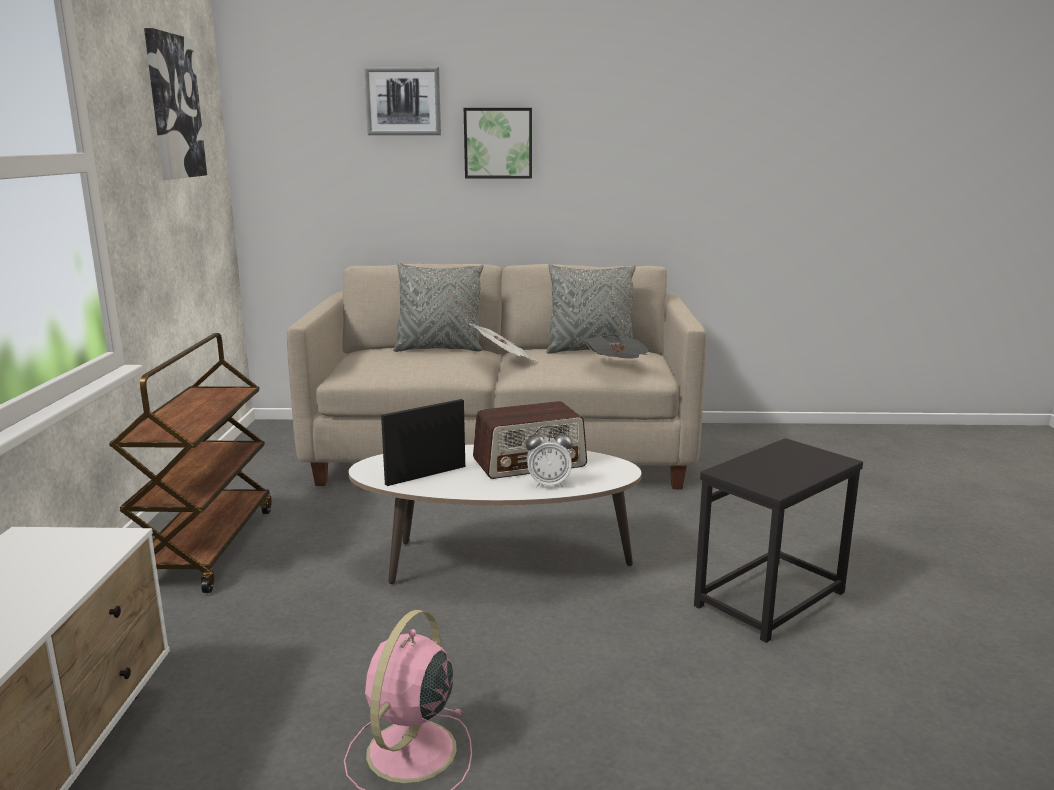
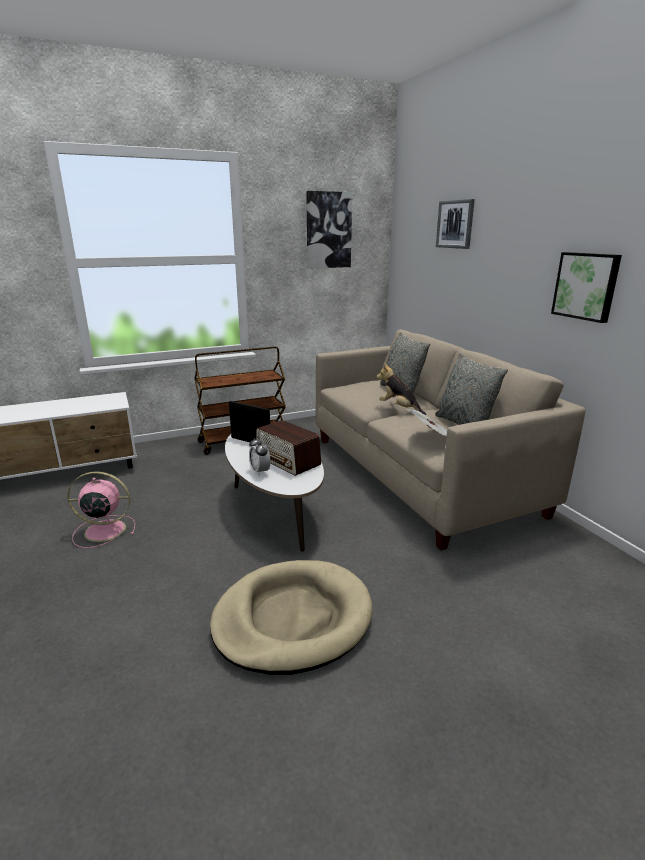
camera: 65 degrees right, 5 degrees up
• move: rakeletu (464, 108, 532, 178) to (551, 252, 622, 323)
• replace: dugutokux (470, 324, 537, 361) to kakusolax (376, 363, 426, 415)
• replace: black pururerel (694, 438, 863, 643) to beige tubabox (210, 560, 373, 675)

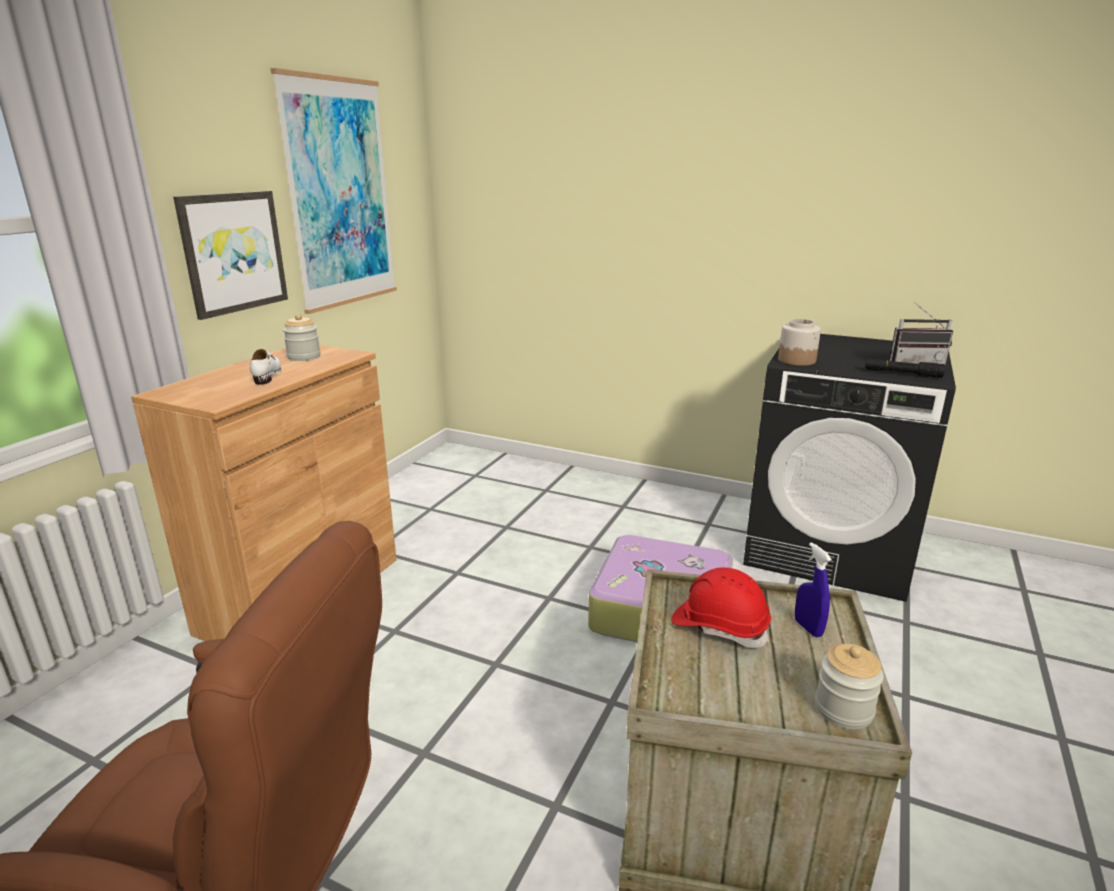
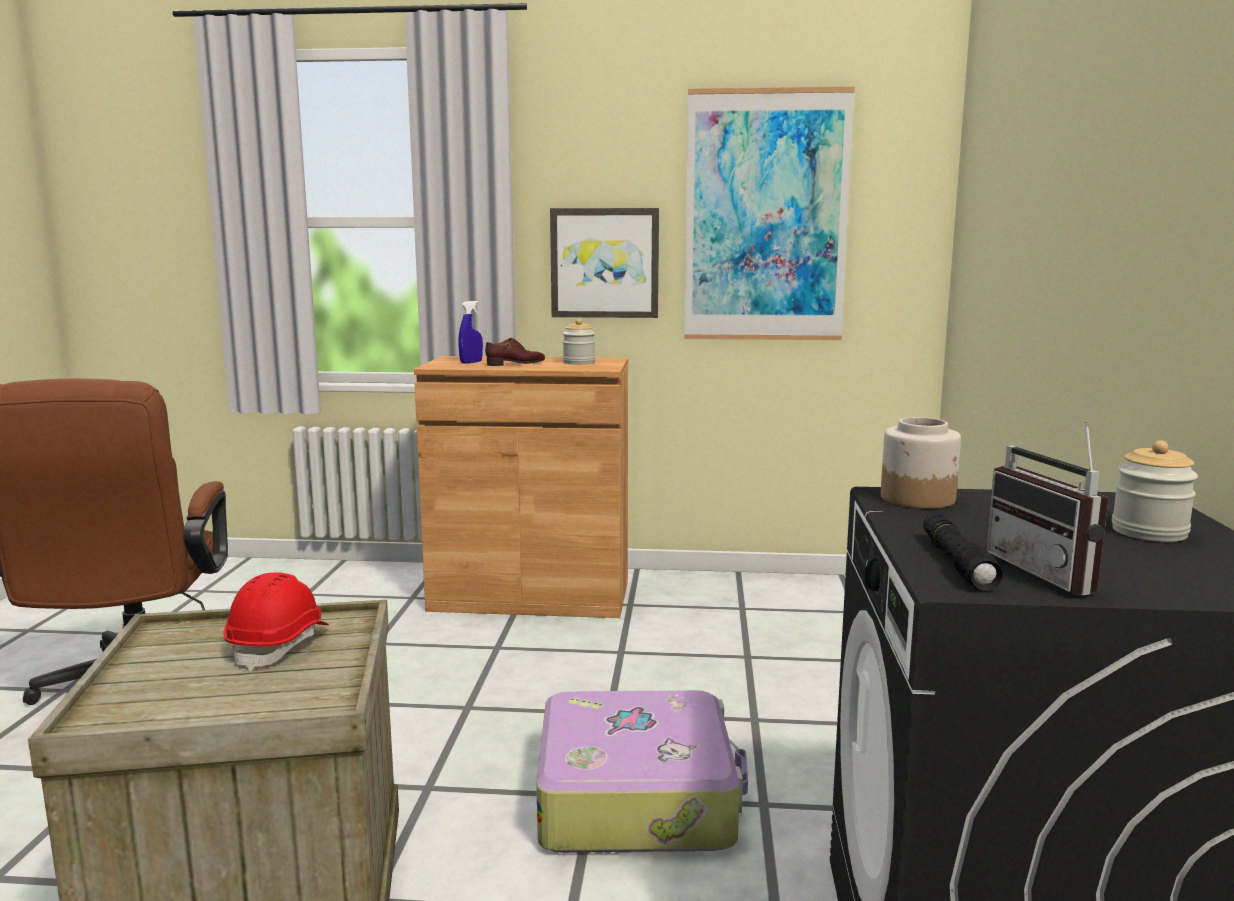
camera: 70 degrees right, 10 degrees down
• recolor: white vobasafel (250, 349, 282, 385) to brown vobasafel (485, 338, 545, 366)
• move: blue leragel (795, 542, 832, 638) to (458, 301, 483, 363)
• move: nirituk (815, 644, 884, 729) to (1112, 440, 1198, 542)

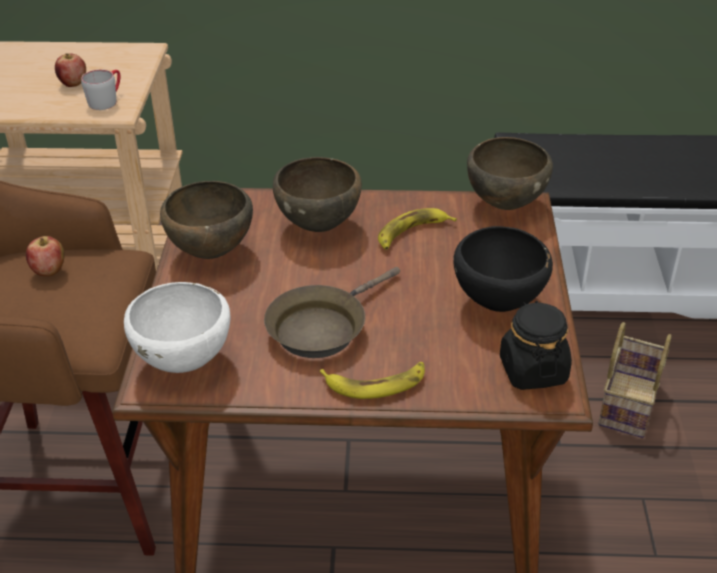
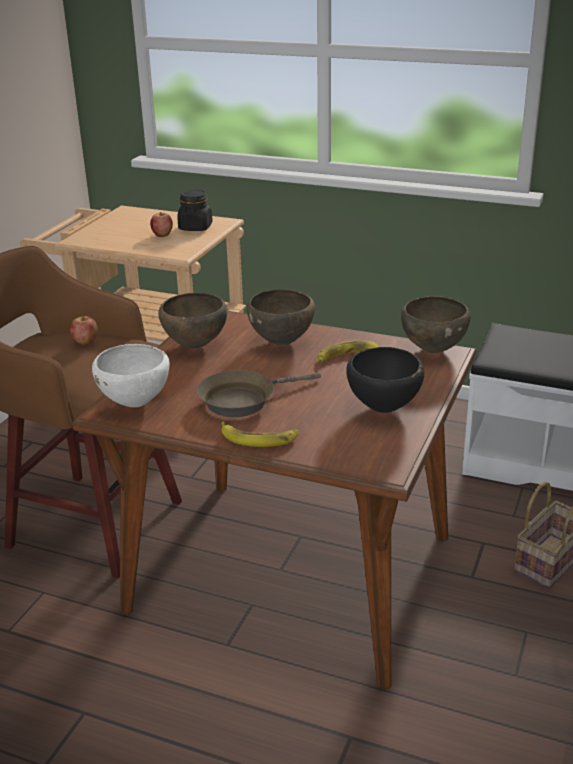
camera: 20 degrees right, 10 degrees down
• delete: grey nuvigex (81, 69, 120, 110)
• move: black nirituk (500, 301, 572, 390) to (177, 190, 213, 231)

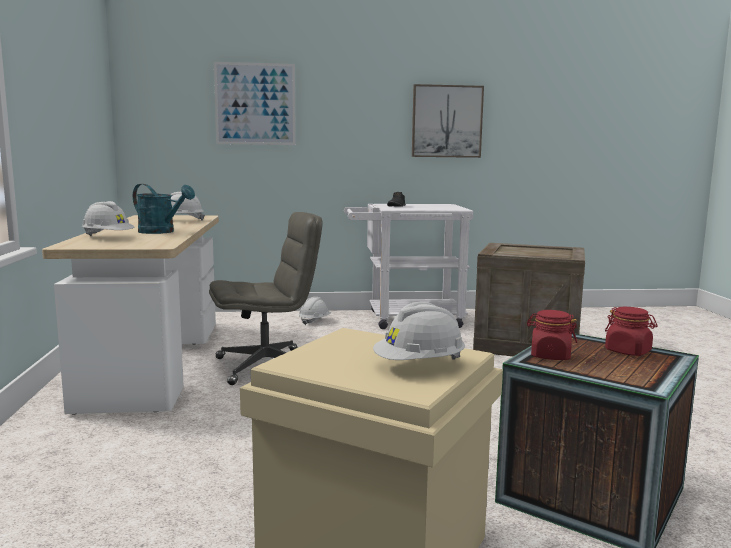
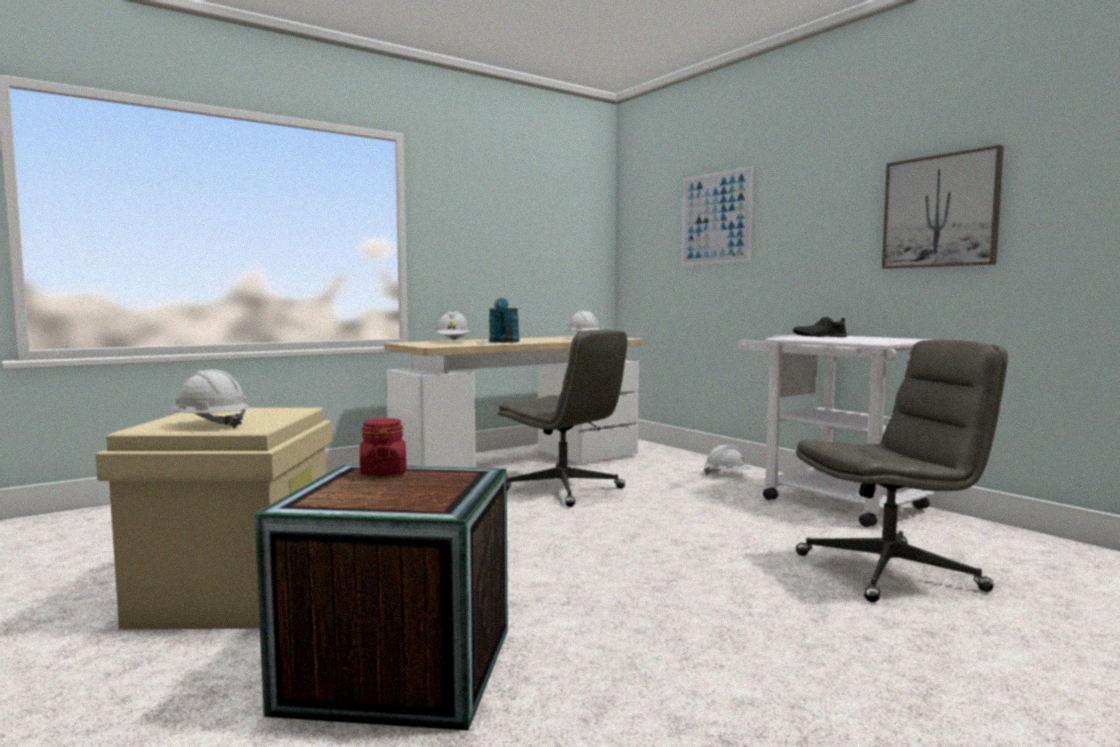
camera: 60 degrees right, 5 degrees down
• replace: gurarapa (473, 243, 585, 356) to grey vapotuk (796, 340, 1008, 602)
• delete: red nirituk (605, 307, 658, 356)

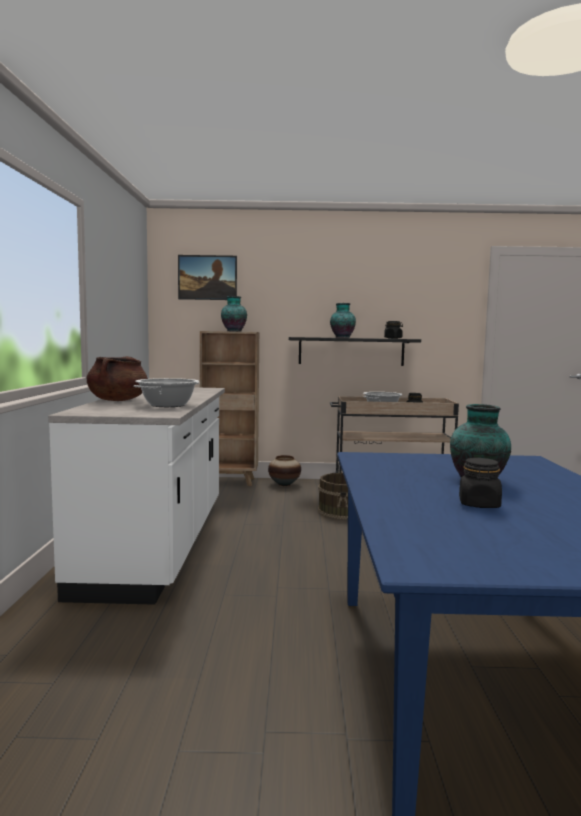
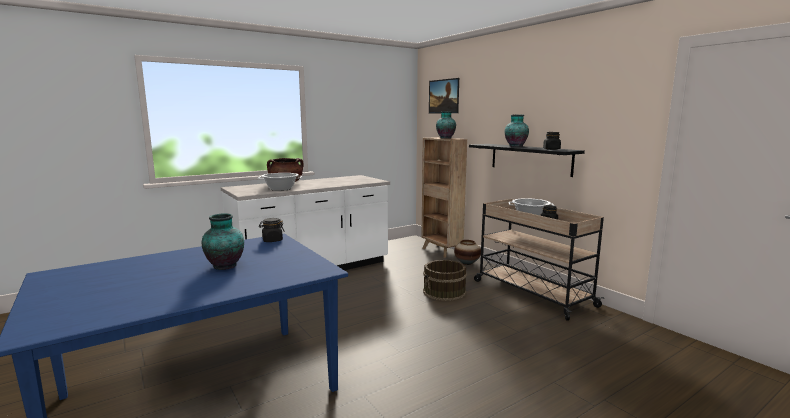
camera: 55 degrees right, 5 degrees up
• move: black nirituk (459, 458, 502, 508) to (259, 218, 284, 242)

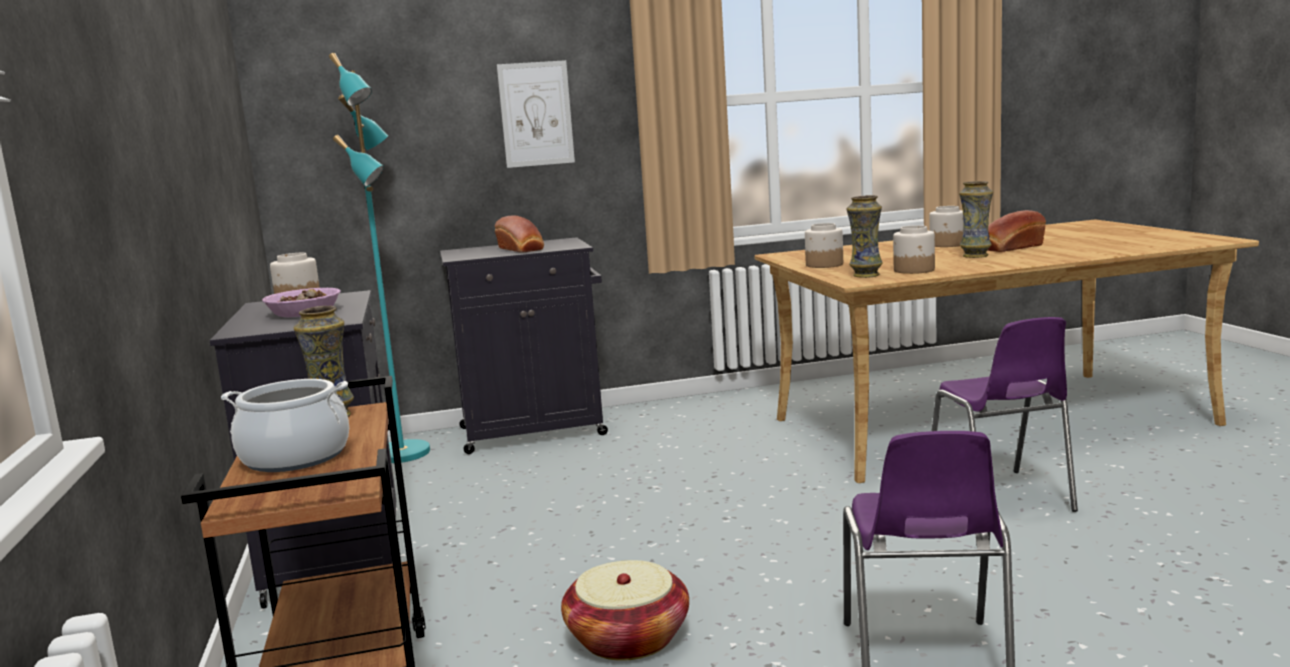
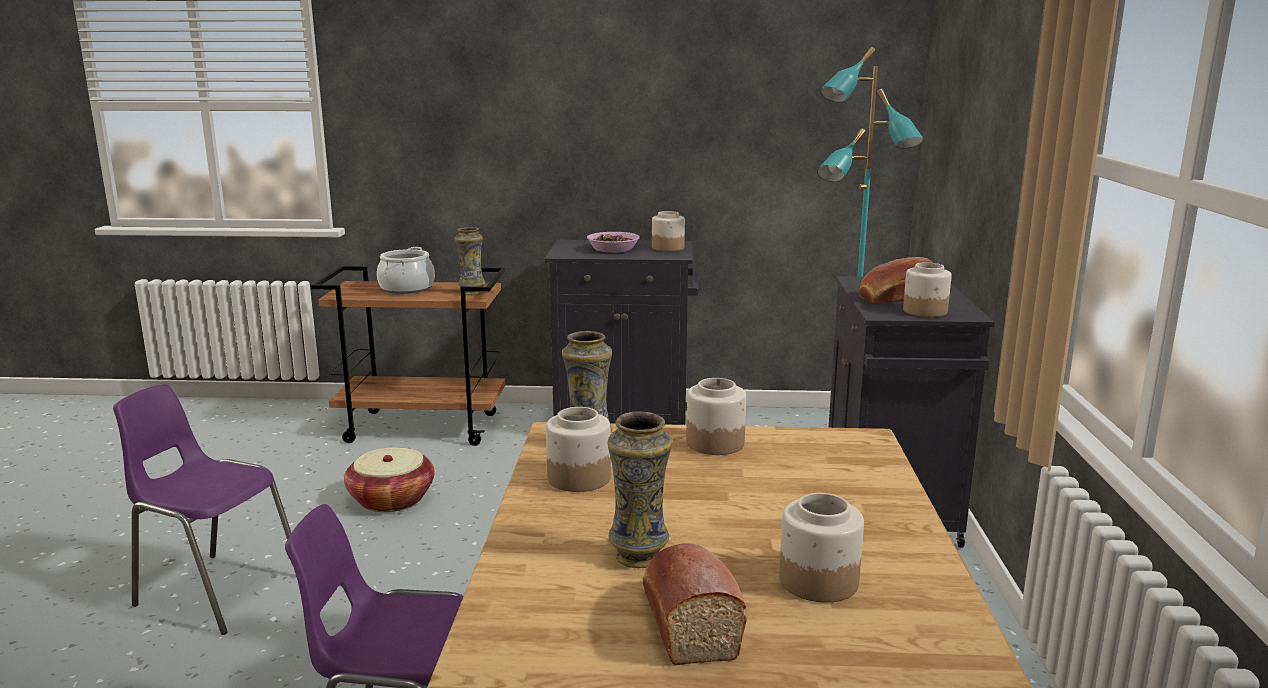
camera: 105 degrees right, 5 degrees up
• delete: rakeletu (497, 60, 575, 168)
• insert: nirituk (903, 263, 952, 317)

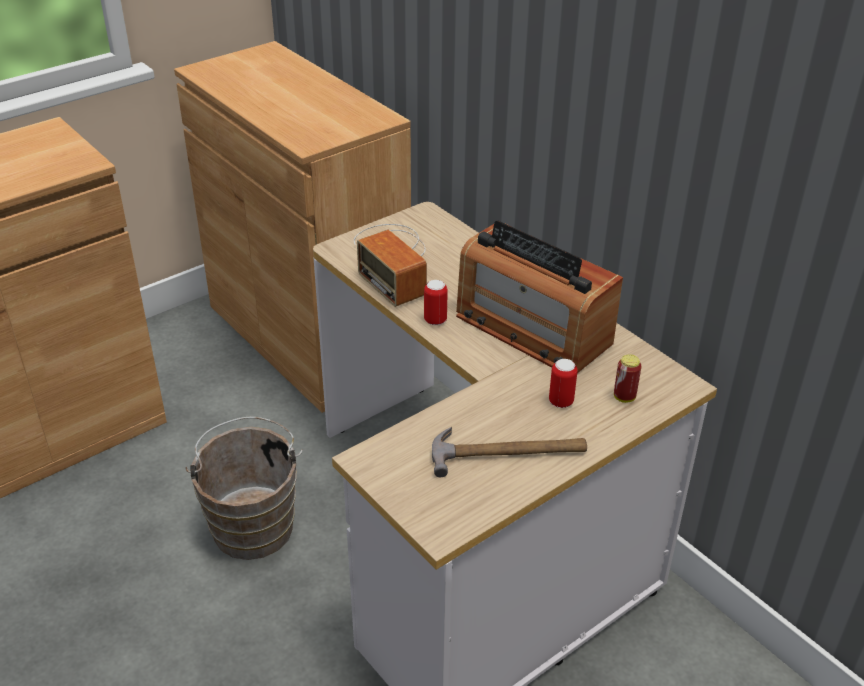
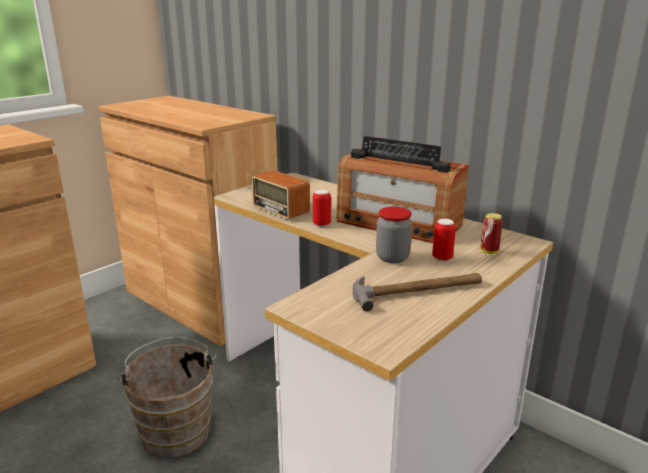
camera: 10 degrees left, 15 degrees down
• insert: nirituk (376, 207, 412, 263)

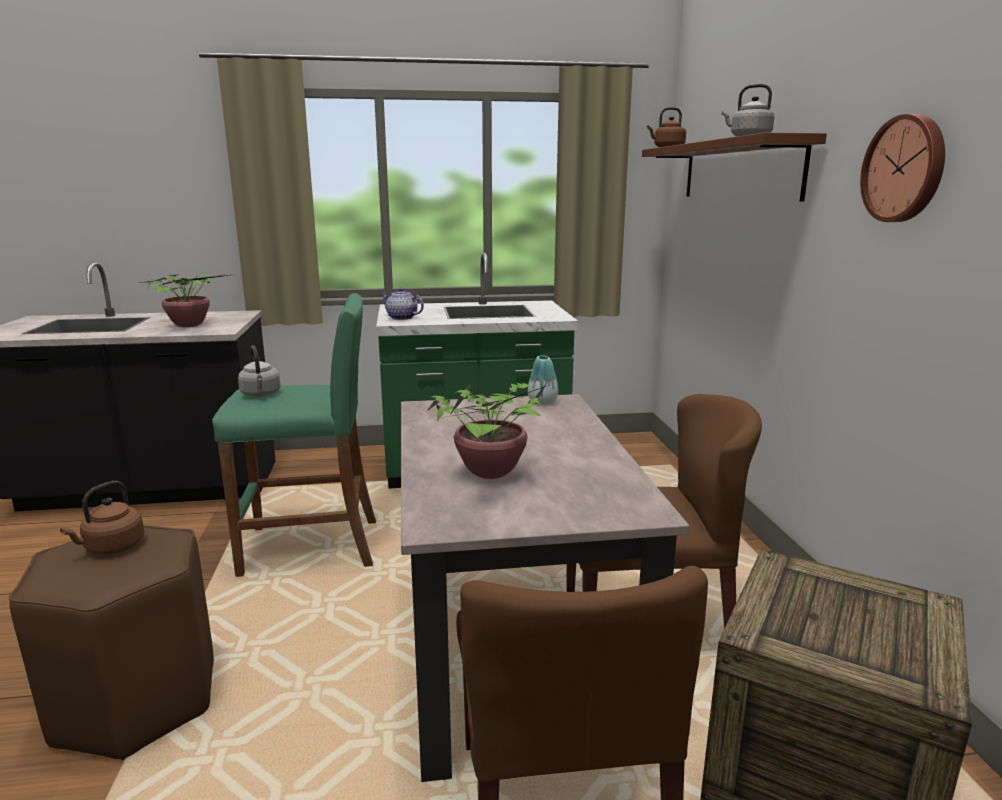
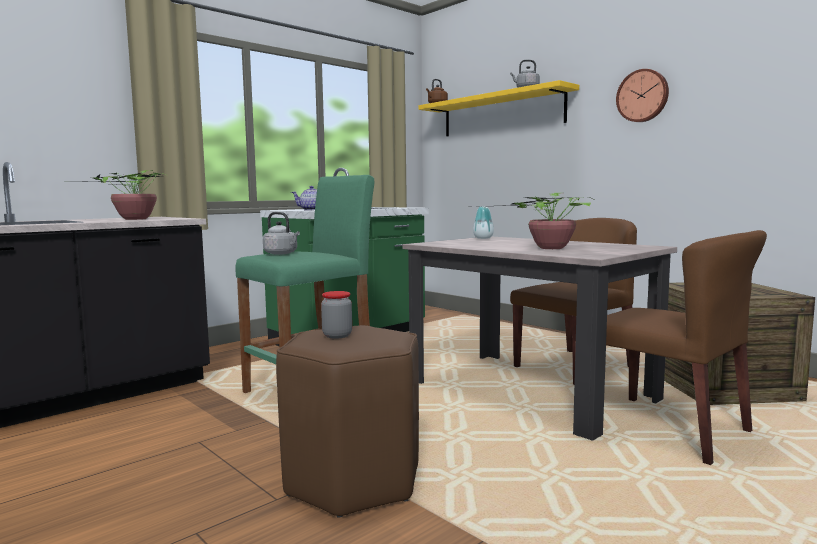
camera: 35 degrees left, 10 degrees down
• recolor: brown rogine (642, 133, 827, 202) to yellow rogine (418, 80, 579, 136)
• replace: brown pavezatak (60, 481, 145, 555) to nirituk (321, 291, 352, 339)

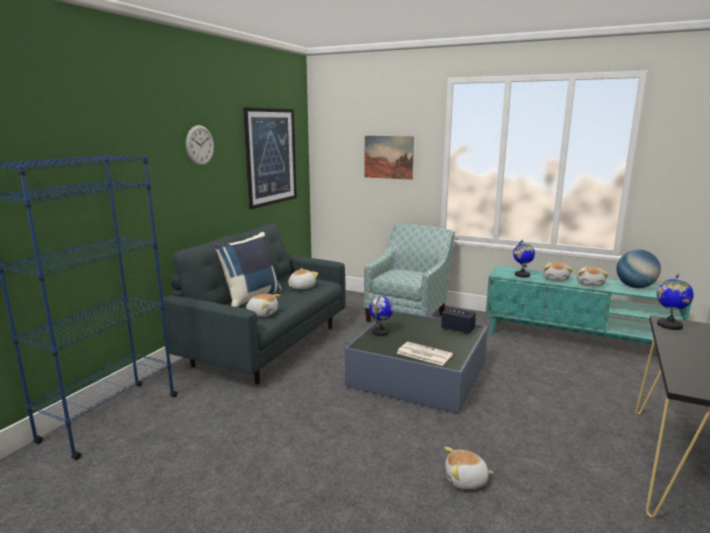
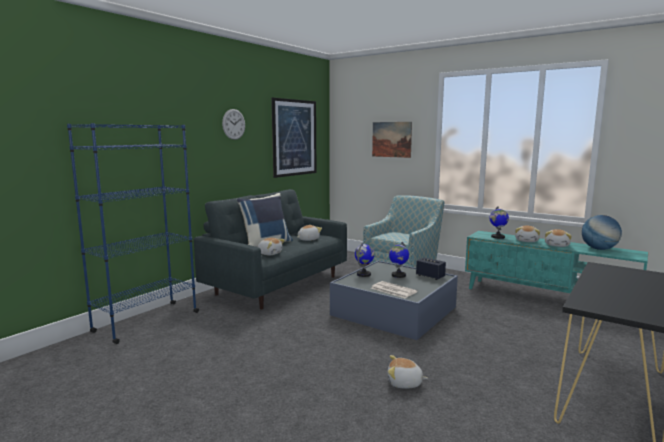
camera: 10 degrees right, 5 degrees down
• move: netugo (657, 274, 694, 330) to (389, 242, 409, 278)

